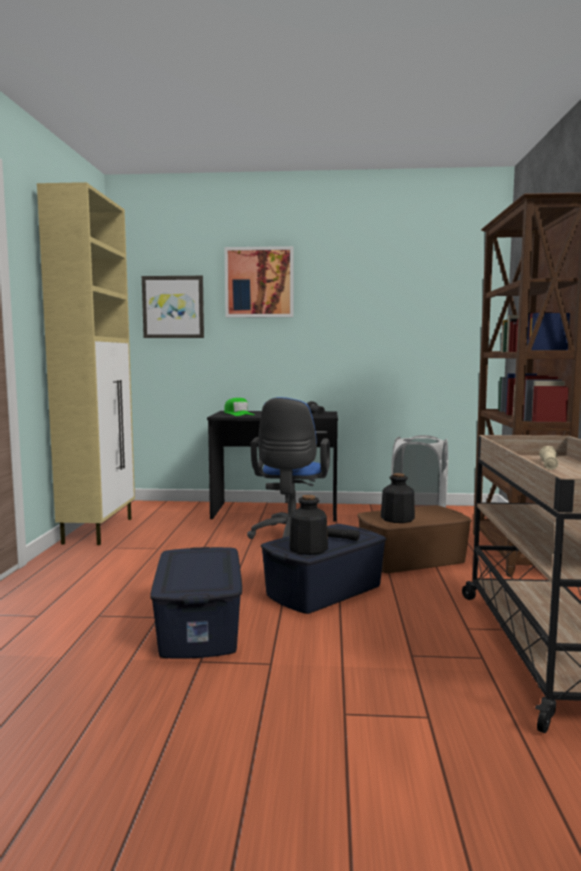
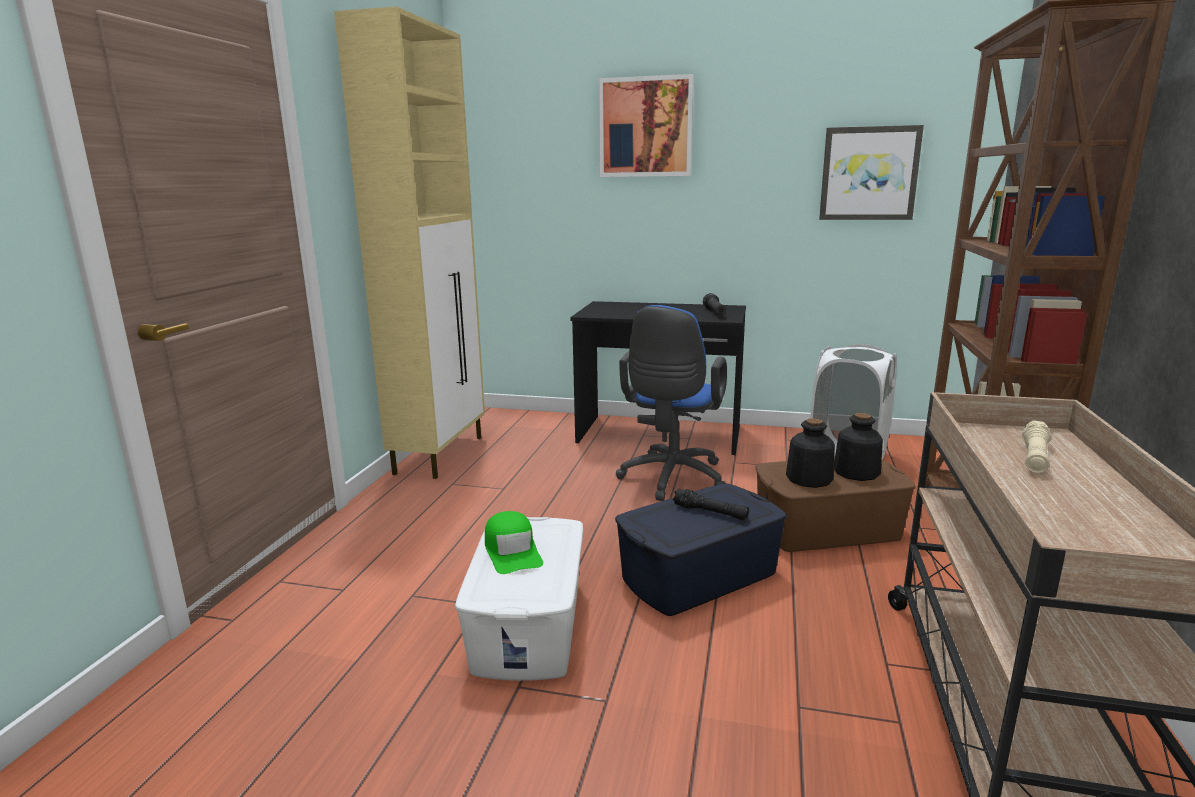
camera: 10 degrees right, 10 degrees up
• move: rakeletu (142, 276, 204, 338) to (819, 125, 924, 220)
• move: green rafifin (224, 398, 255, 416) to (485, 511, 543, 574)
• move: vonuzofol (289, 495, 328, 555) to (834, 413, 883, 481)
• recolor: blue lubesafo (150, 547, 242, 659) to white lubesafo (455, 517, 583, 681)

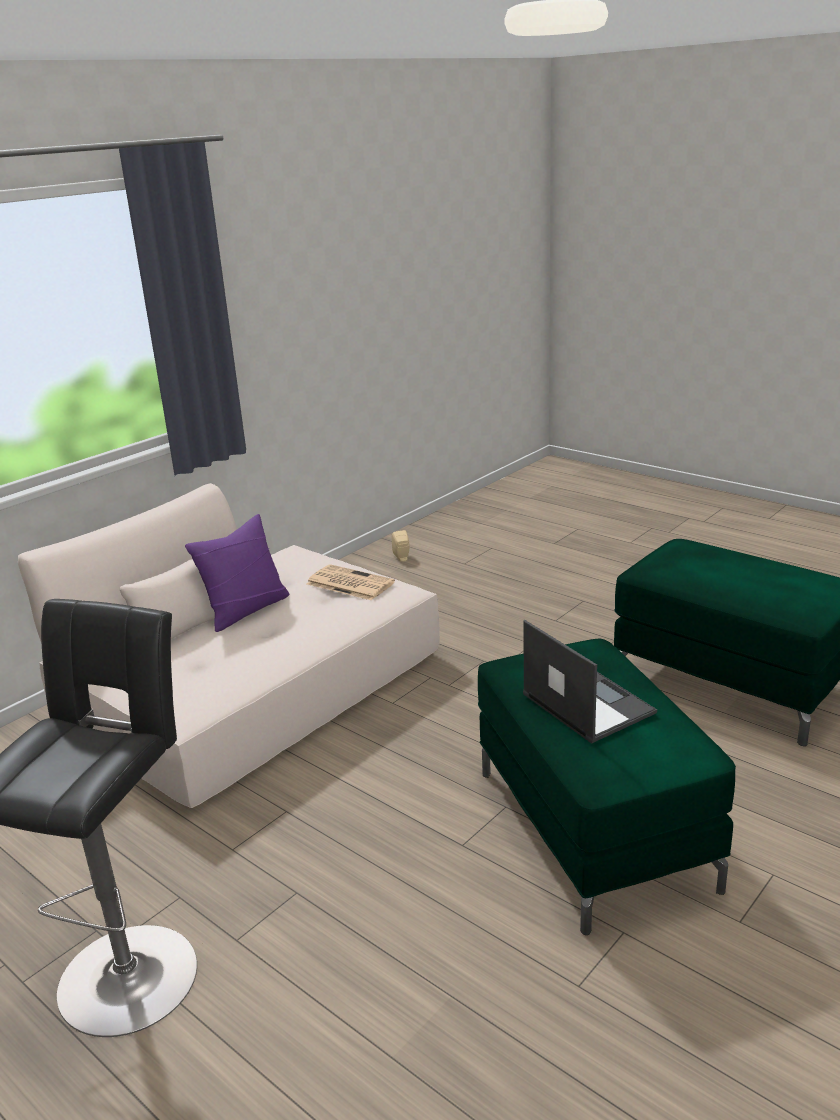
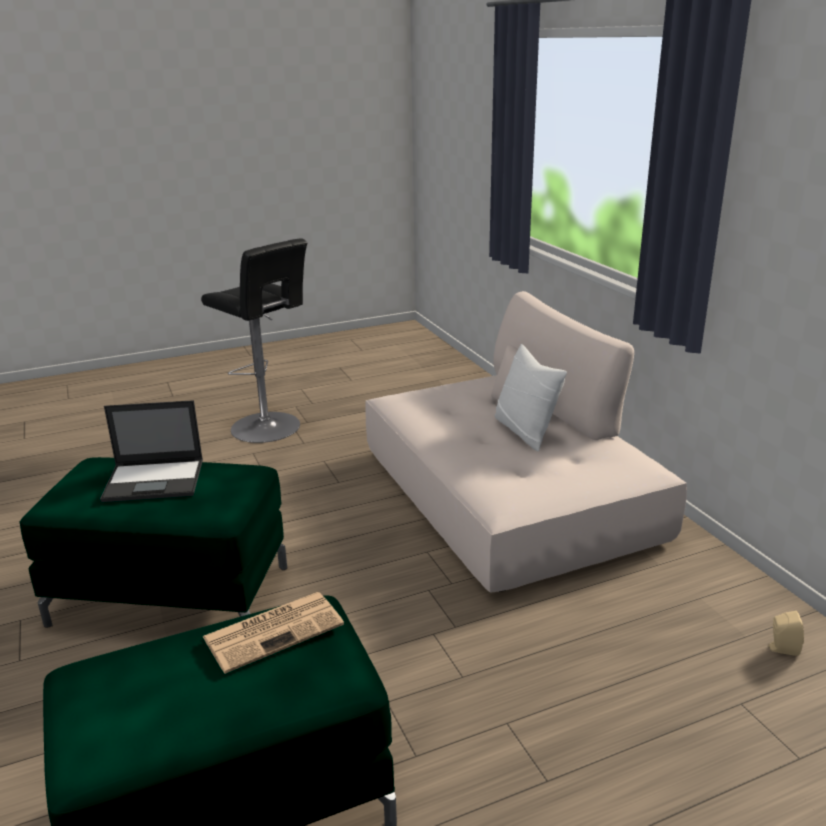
camera: 115 degrees right, 0 degrees up
• recolor: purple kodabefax (185, 514, 290, 632) to white kodabefax (495, 344, 567, 451)
• move: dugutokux (307, 564, 395, 600) to (203, 592, 344, 674)

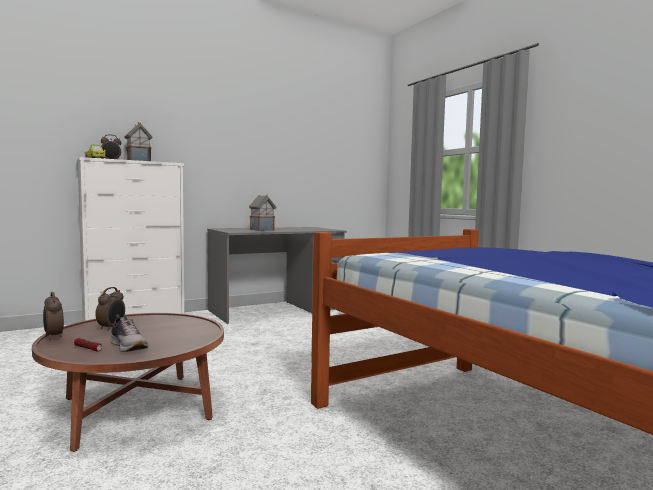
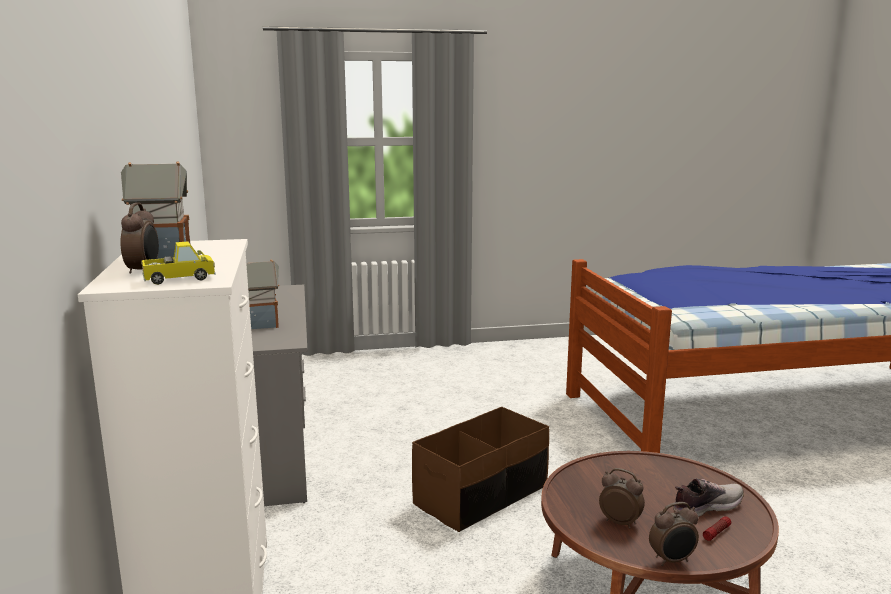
camera: 70 degrees left, 10 degrees up
• insert: brown lubesafo (412, 407, 549, 532)

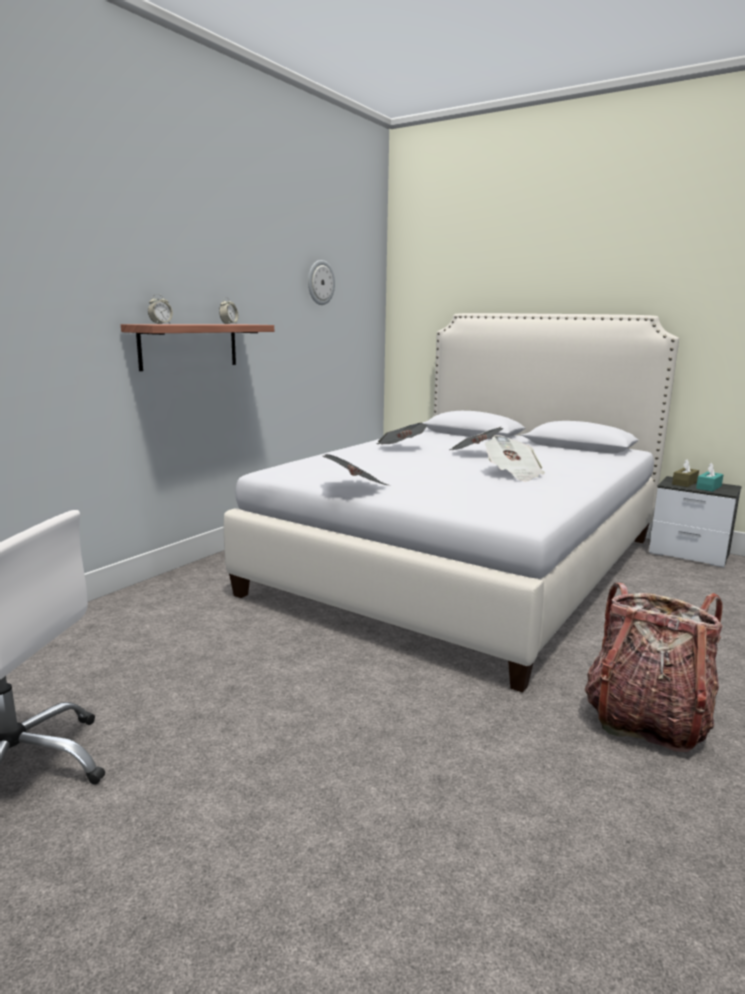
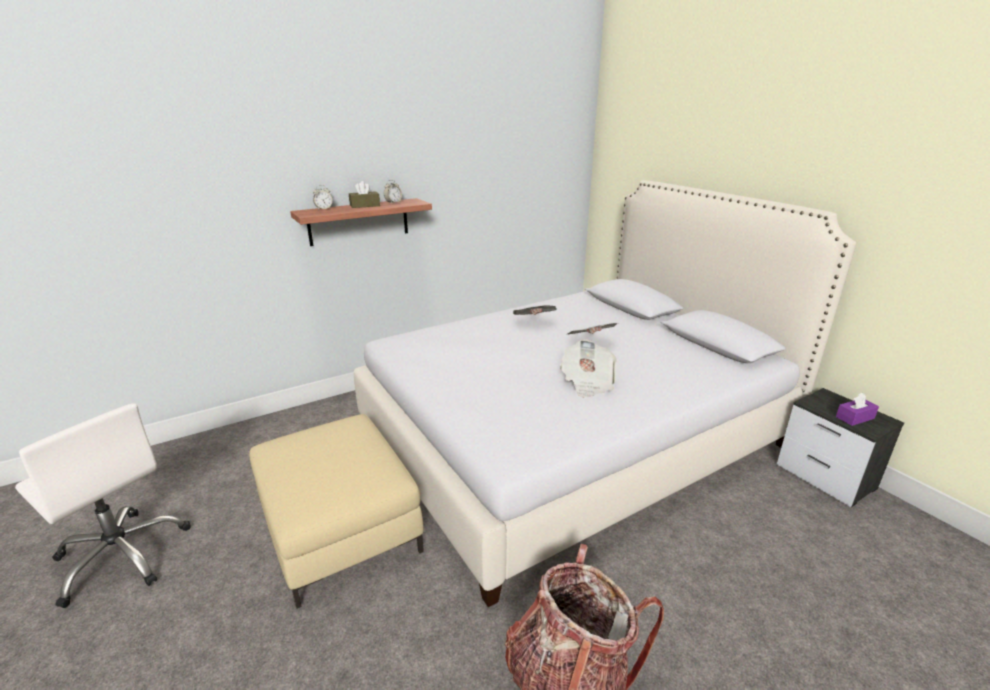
camera: 25 degrees right, 10 degrees up
• delete: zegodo (308, 260, 335, 305)
• delete: dugutokux (323, 454, 388, 485)
• move: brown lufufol (672, 459, 699, 487) to (349, 181, 380, 208)
• recolor: turquoise lufufol (696, 463, 724, 492) to purple lufufol (836, 392, 879, 426)
• insert: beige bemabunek (249, 414, 424, 609)

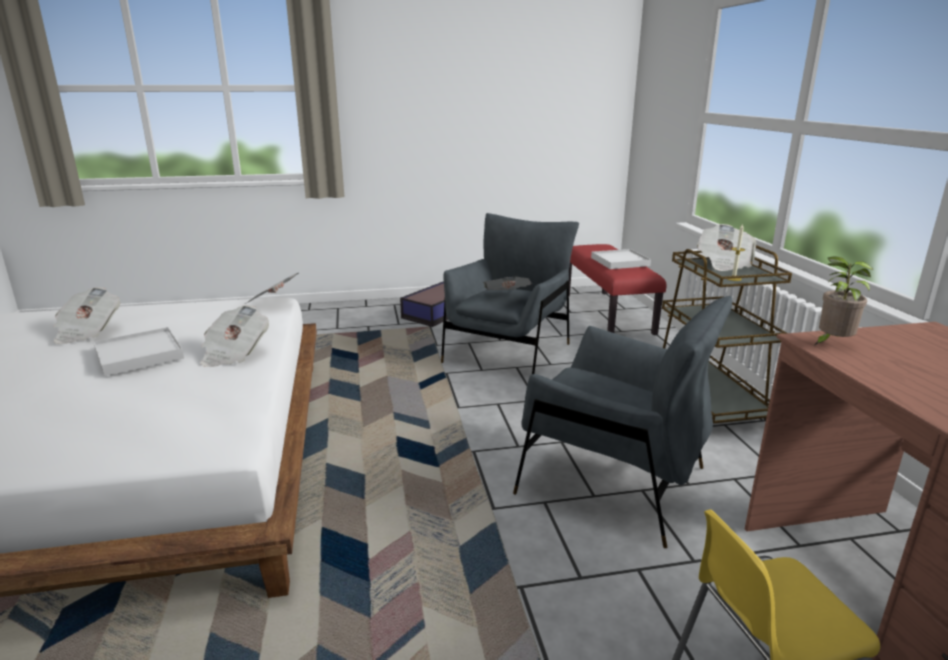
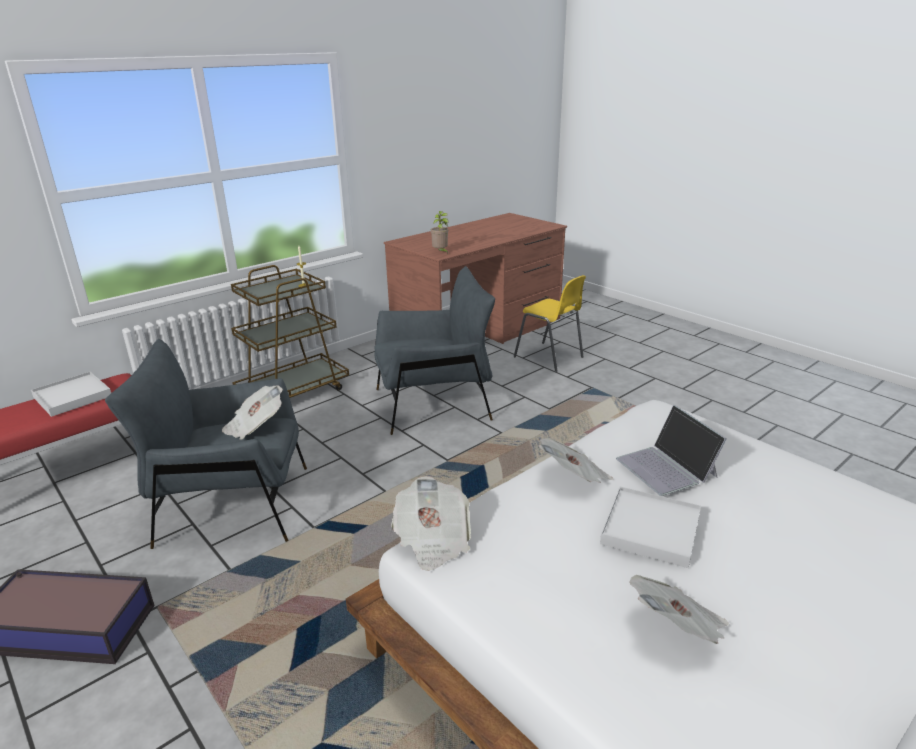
camera: 120 degrees left, 5 degrees up
• delete: dugutokux (697, 224, 756, 271)
• rotate: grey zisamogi (513, 296, 733, 548) = (374, 266, 495, 435) 75 degrees clockwise
• insert: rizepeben (616, 405, 727, 496)

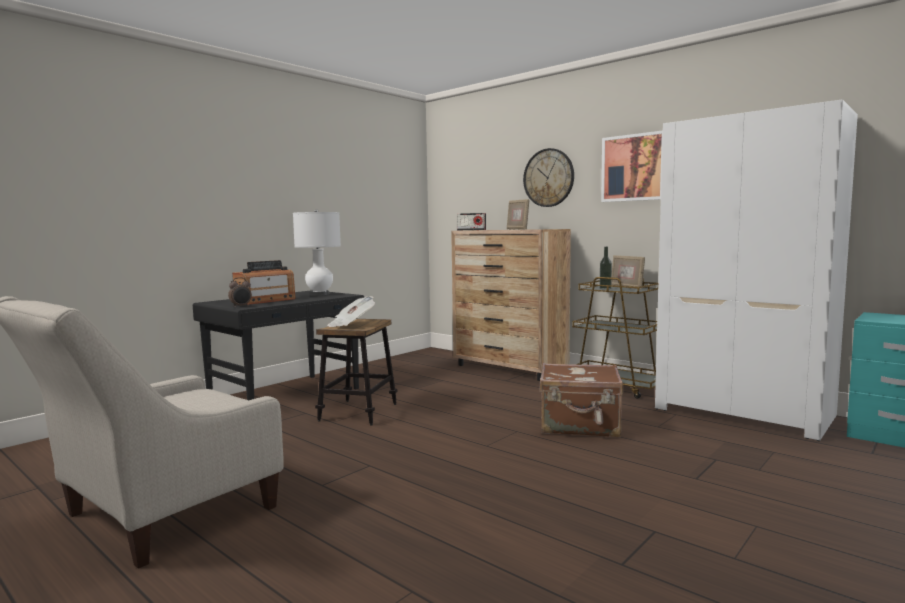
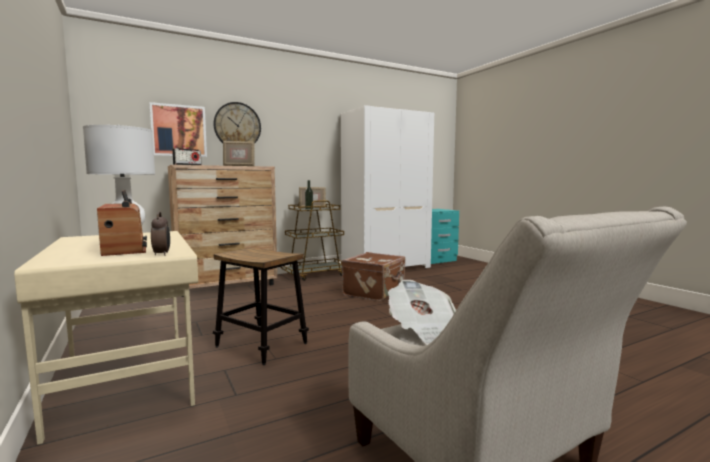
camera: 70 degrees left, 0 degrees up
• move: rakeletu (601, 130, 663, 202) to (149, 102, 207, 157)
• recolor: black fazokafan (193, 290, 364, 400) to beige fazokafan (14, 231, 198, 445)
• move: dugutokux (327, 296, 375, 327) to (388, 280, 456, 345)

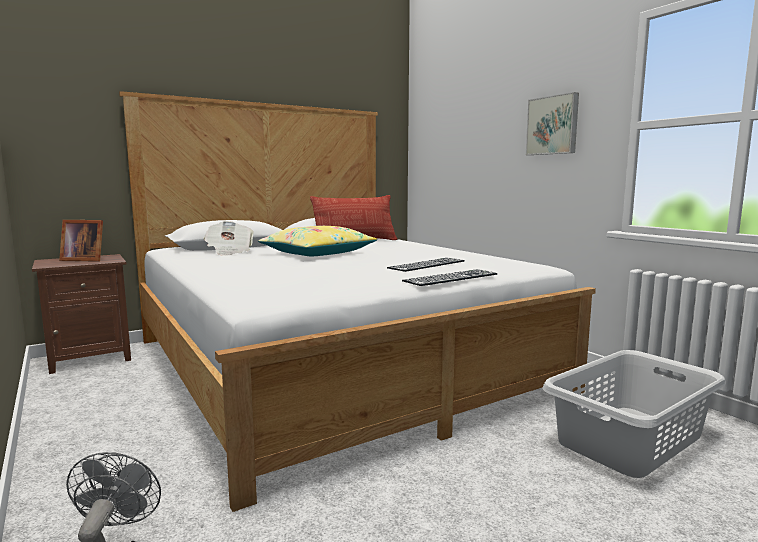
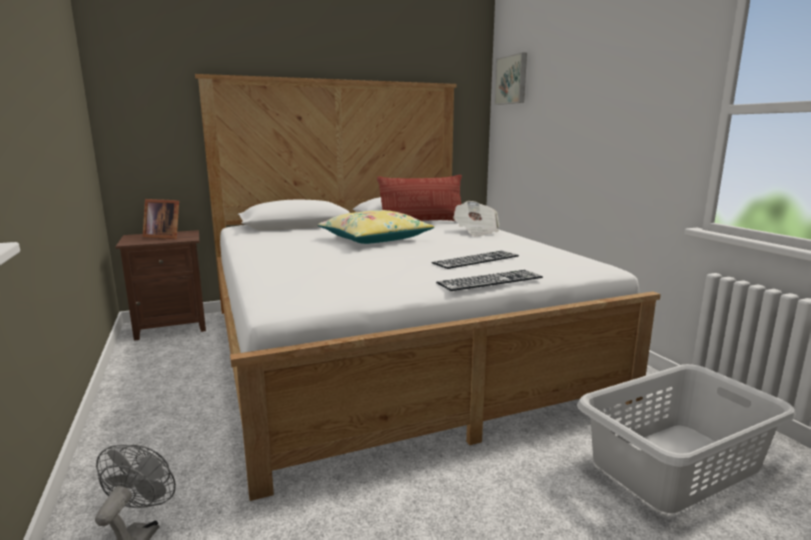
camera: 10 degrees right, 5 degrees up
• move: rakeletu (526, 92, 579, 155) to (495, 52, 527, 105)
• move: dugutokux (203, 221, 254, 256) to (453, 201, 499, 237)

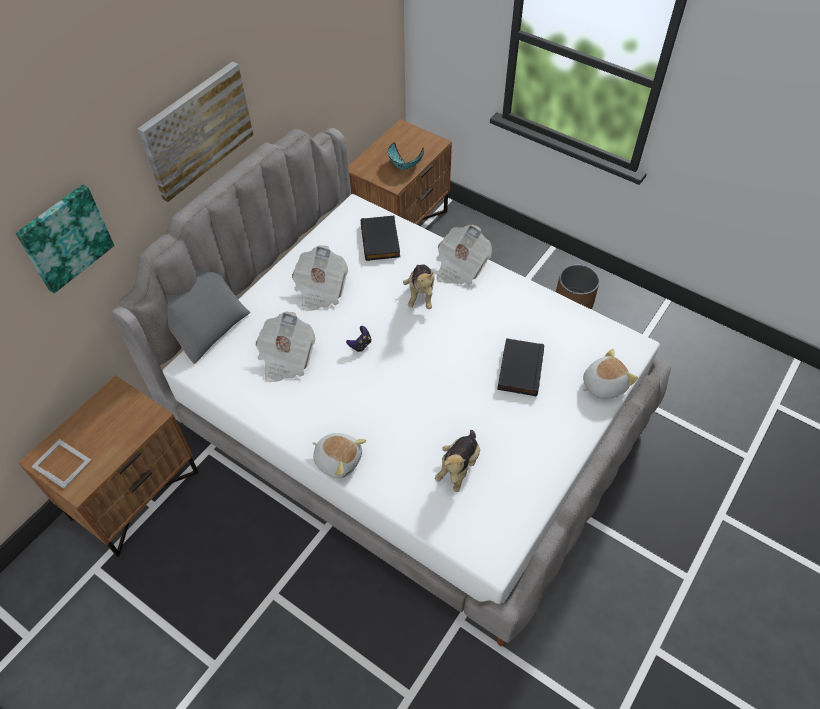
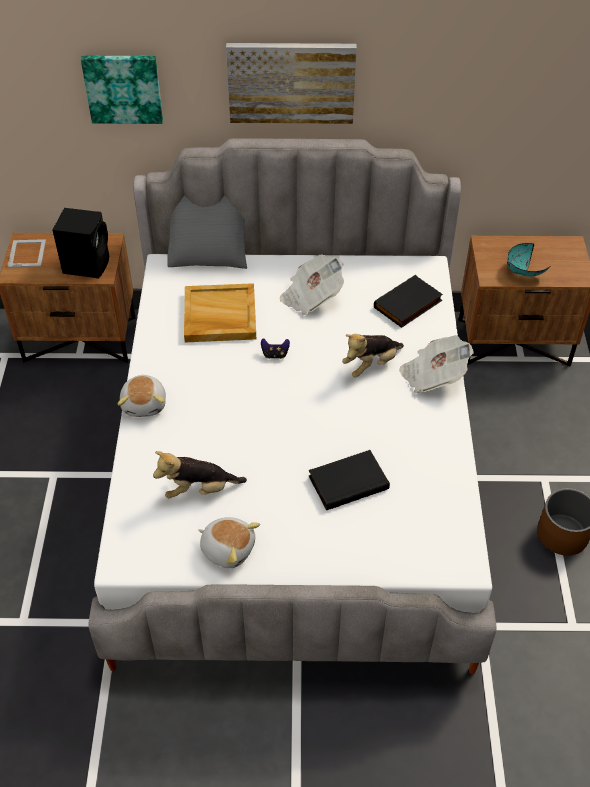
camera: 55 degrees right, 5 degrees down
• replace: dugutokux (256, 312, 316, 382) to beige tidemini (184, 283, 256, 342)
• move: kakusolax (583, 349, 638, 399) to (198, 517, 260, 568)
• insert: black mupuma (53, 208, 109, 279)

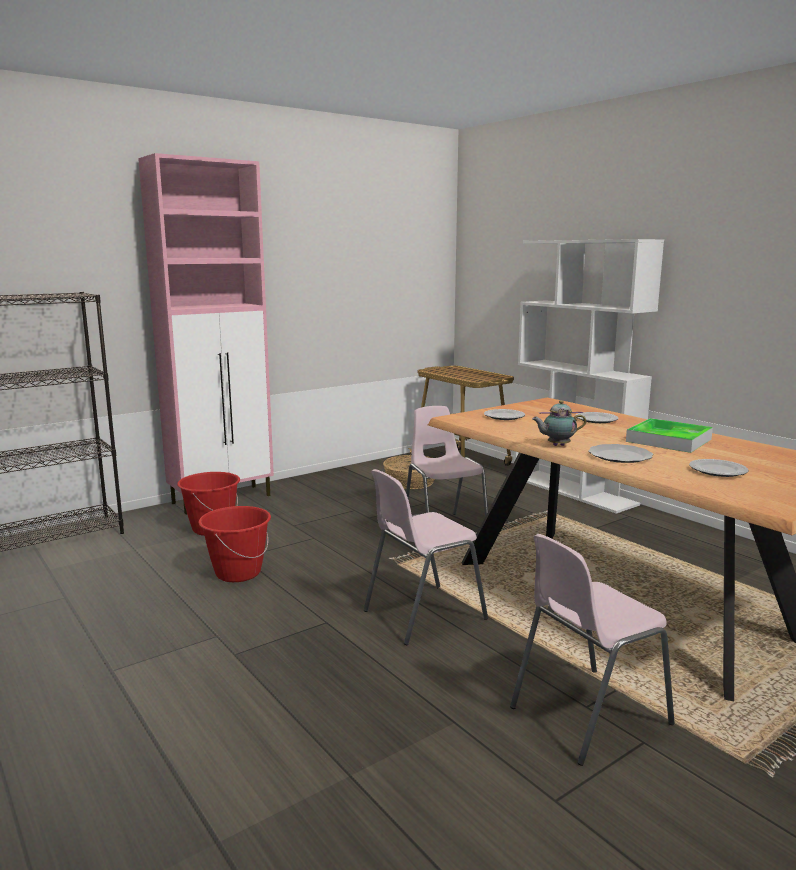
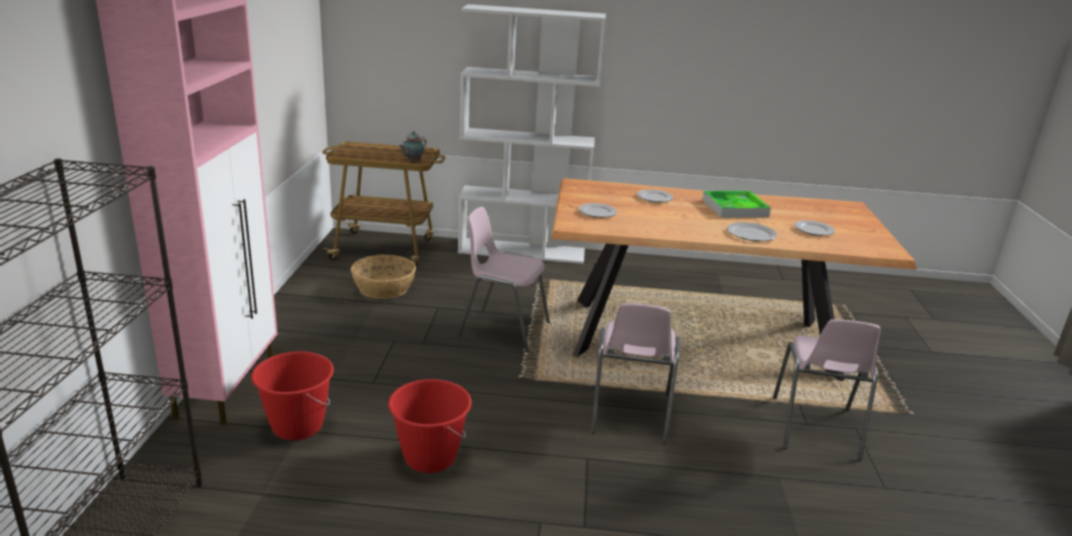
camera: 50 degrees left, 10 degrees up
• move: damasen (532, 400, 586, 446) to (399, 131, 426, 162)

